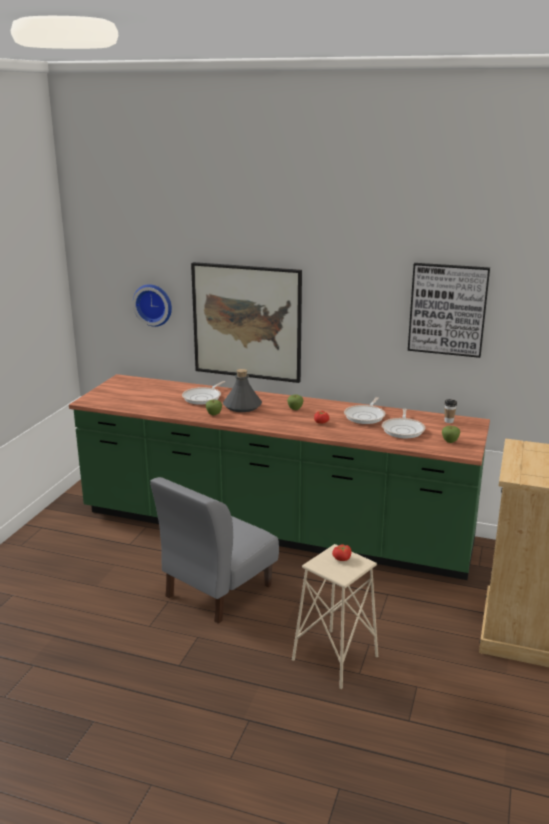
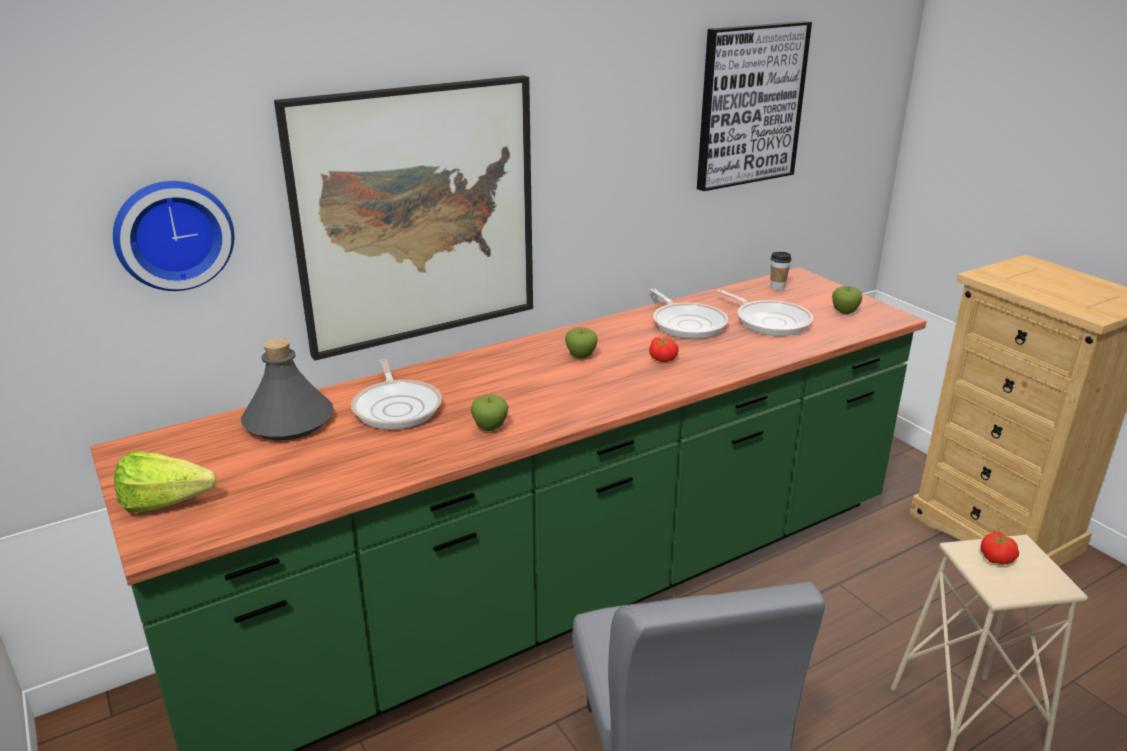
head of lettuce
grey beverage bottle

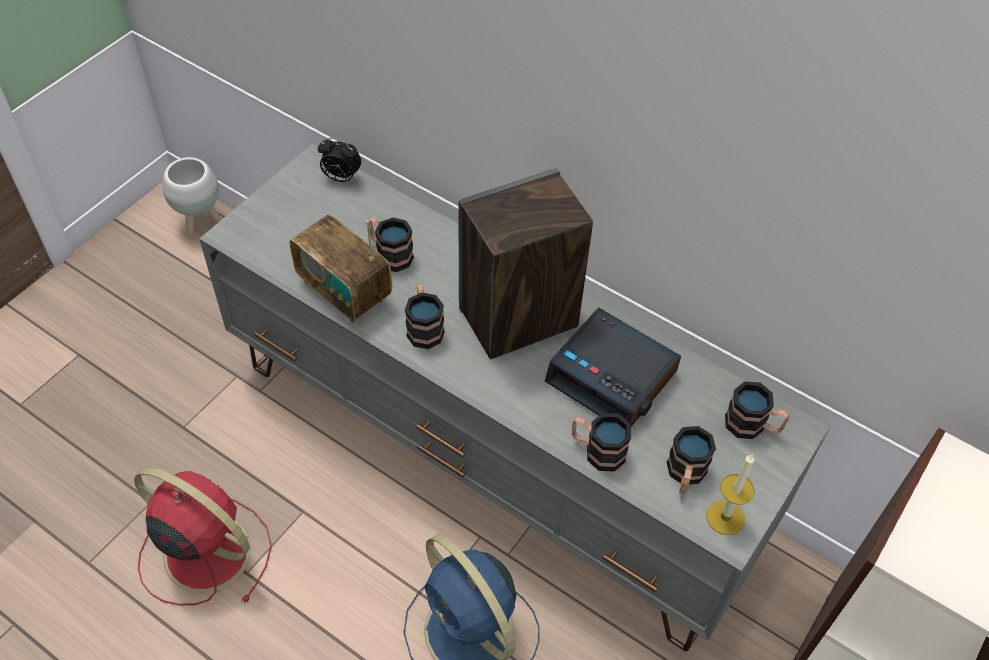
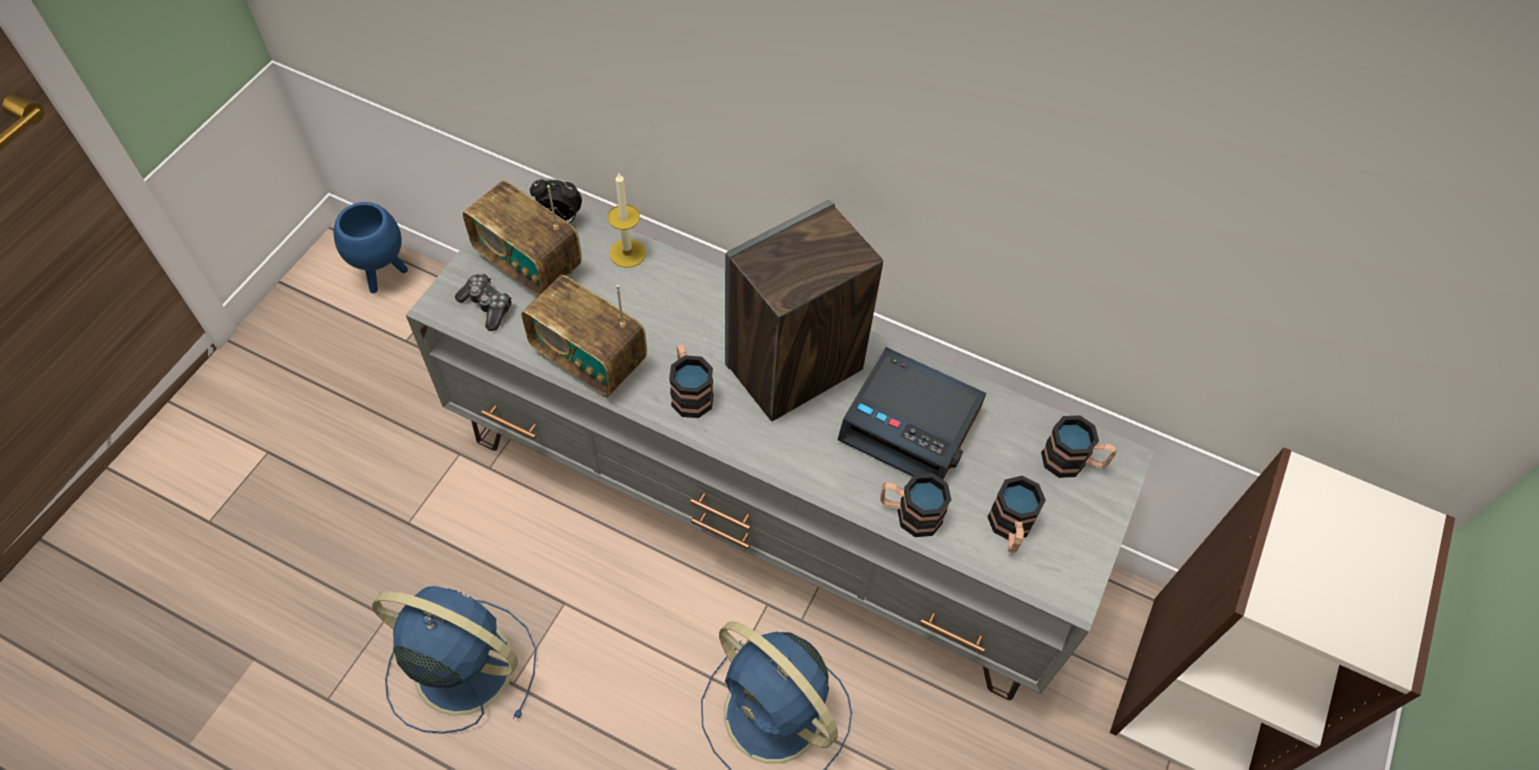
mug (no. 1 from left in the first image)
gamepad
radio receiver (no. 1 from left)
candle
blue-coloured fan (no. 1 from left)
blue-coloured flower pot

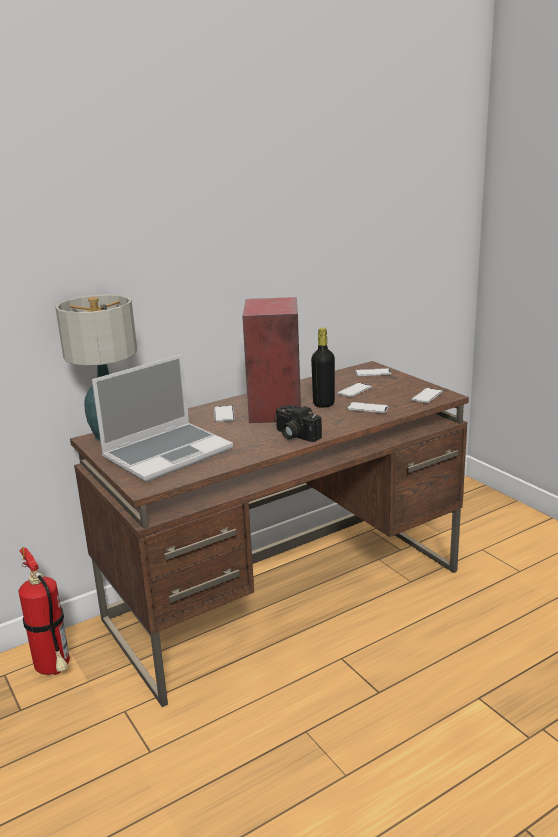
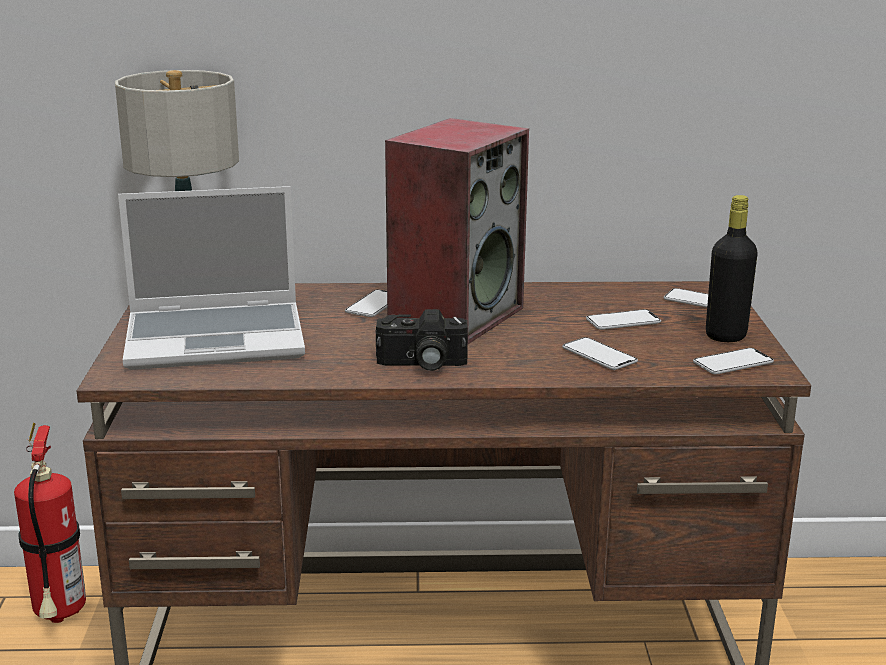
blackish beverage bottle
photo camera

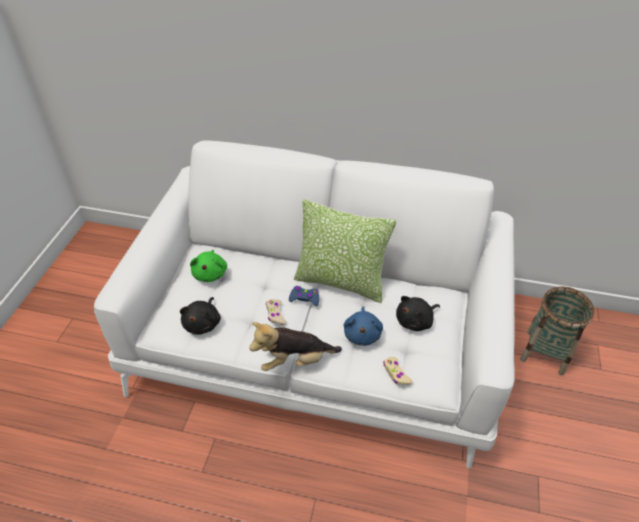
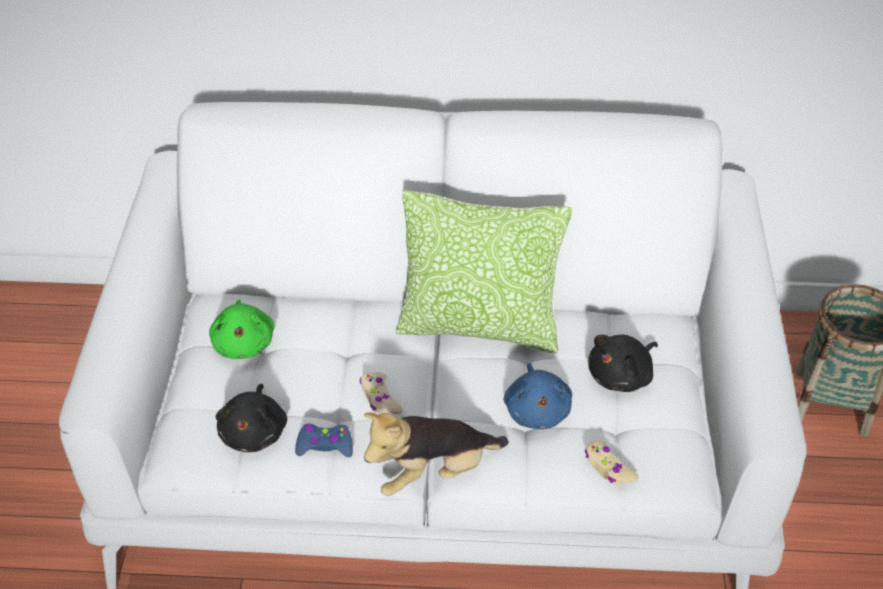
blue-coloured gamepad

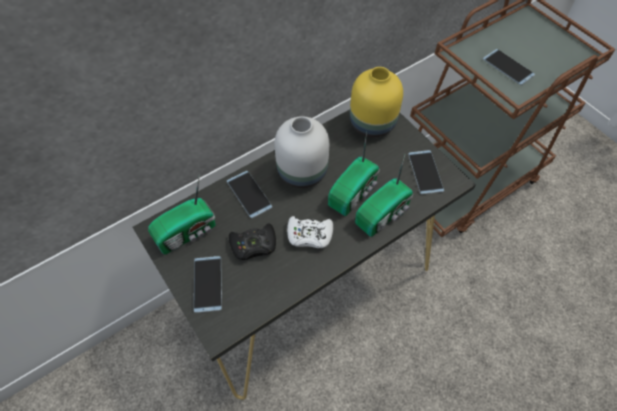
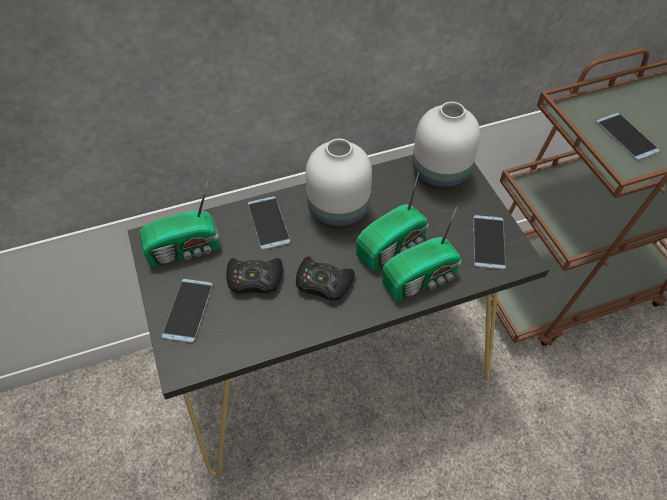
blackish gamepad (no. 2 from left)
white-coloured decorative vase (no. 2 from left)

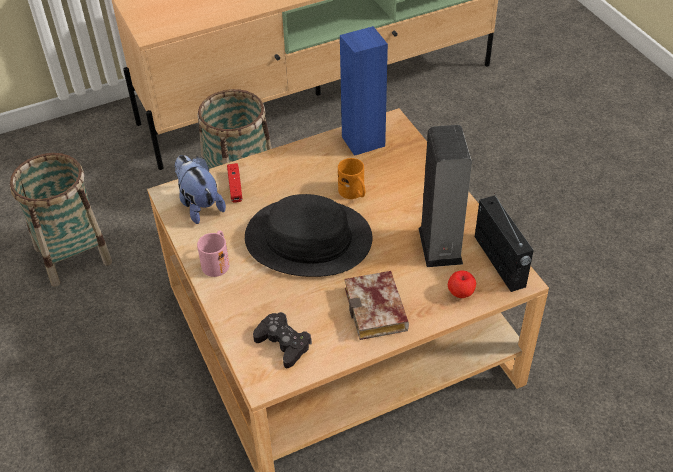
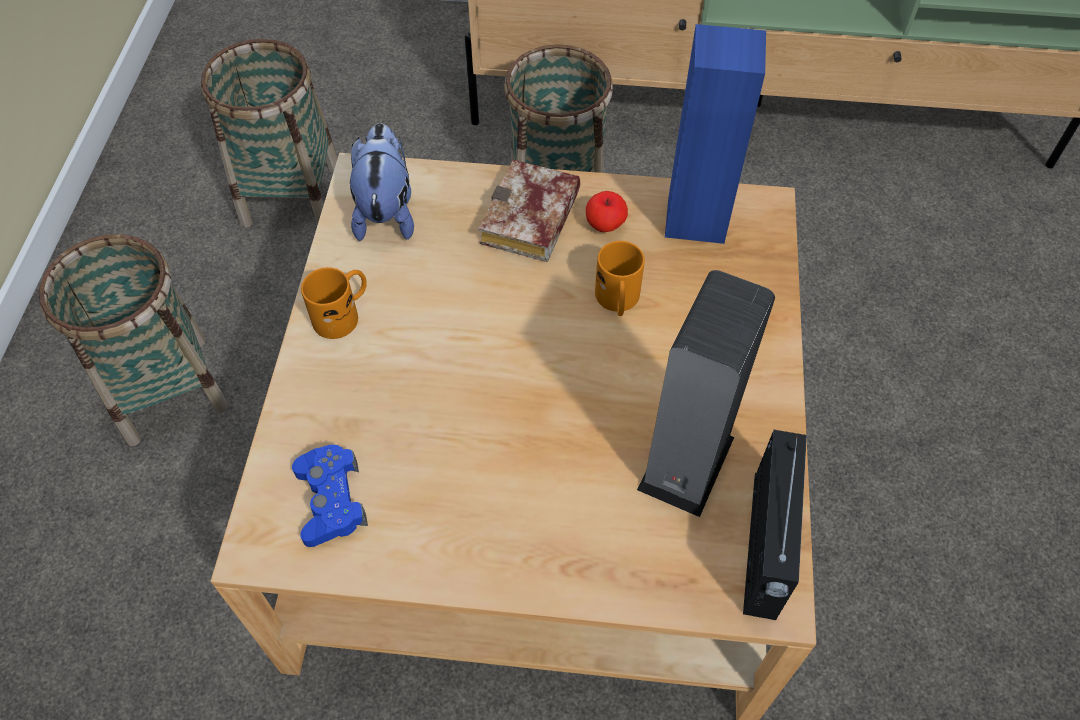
red gamepad
blackish hat
household basket (no. 1 from left)
volume
apple
orange mug (no. 1 from left)
blue-coloured gamepad

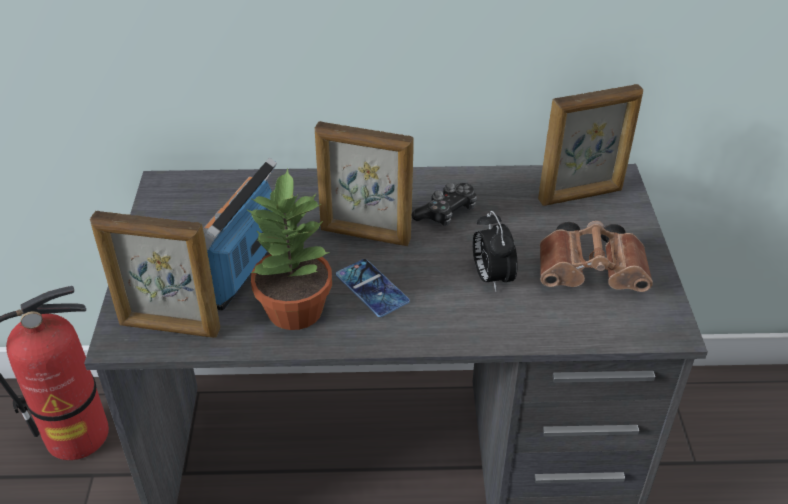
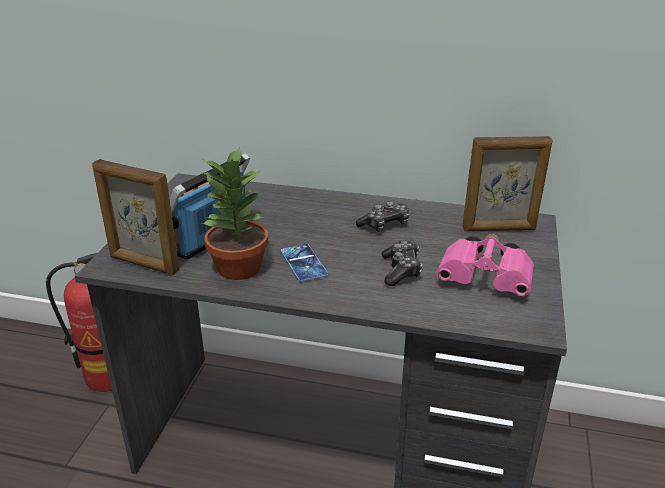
photo frame (no. 2 from left in the first image)
gamepad (no. 2 from left)
pinkish binoculars

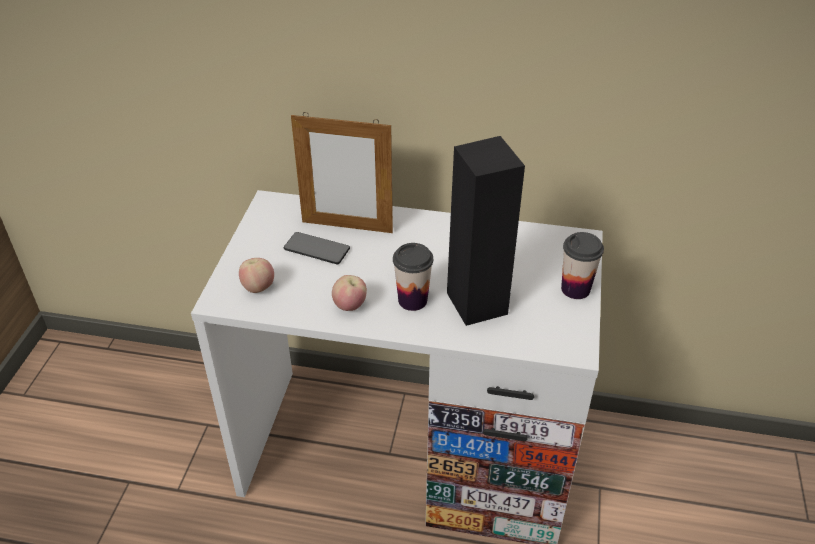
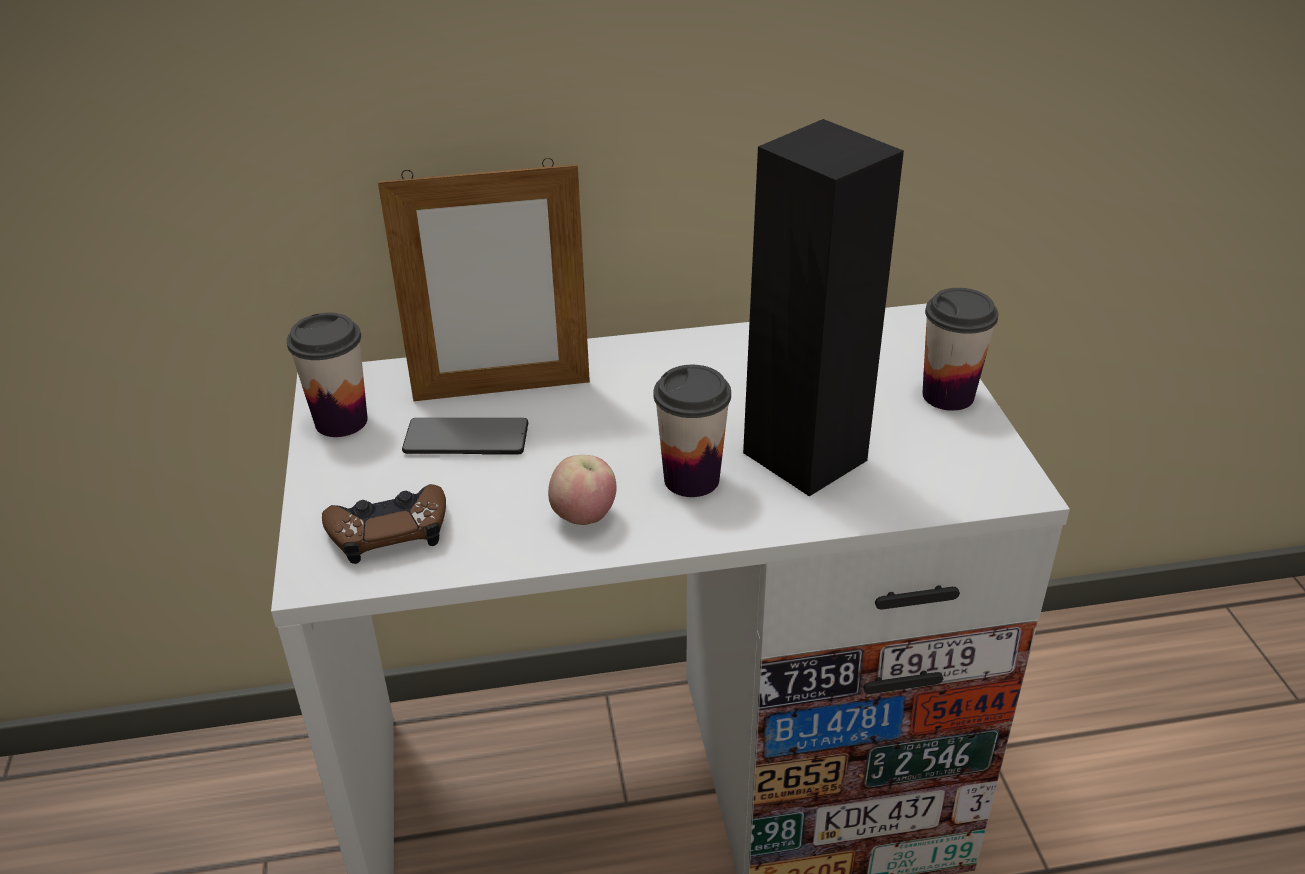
small cup (no. 1 from left)
brown-coloured gamepad

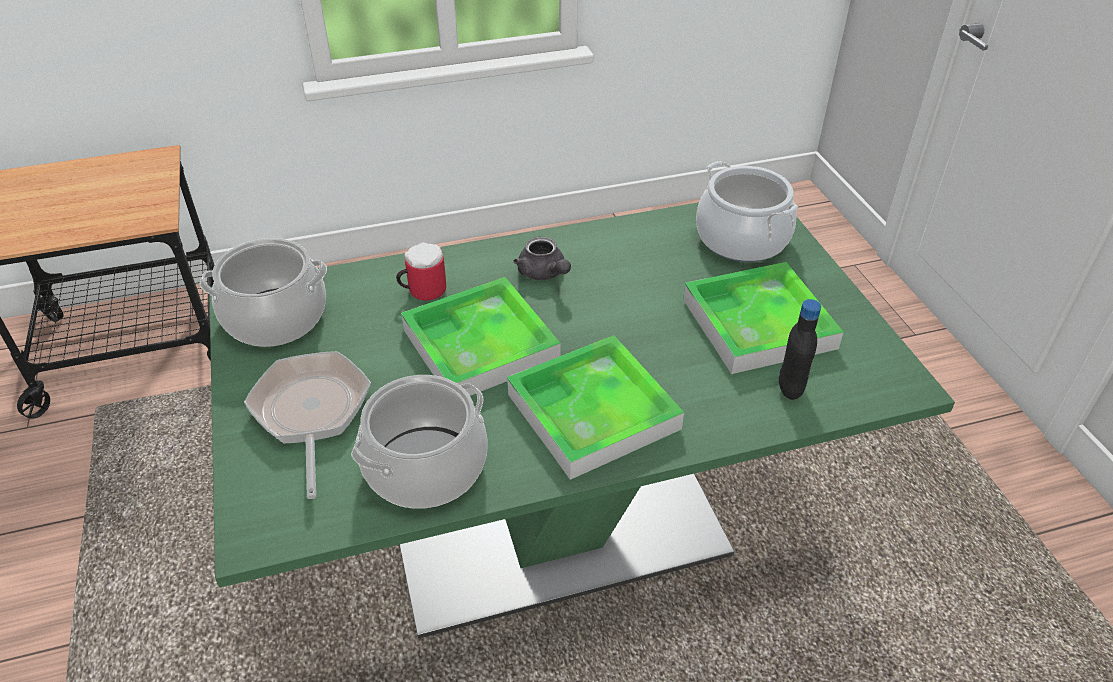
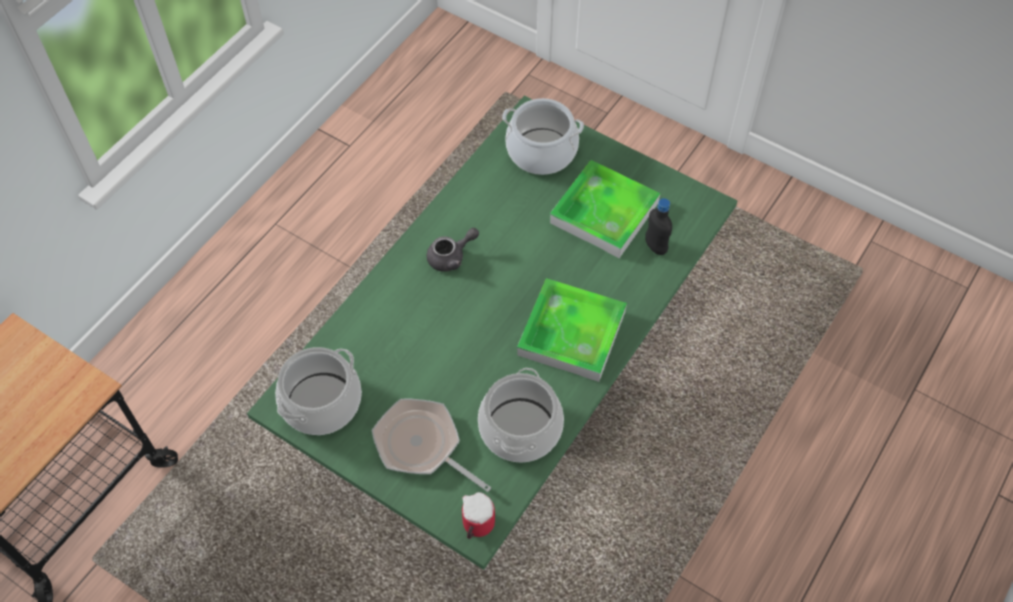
carrying tray (no. 1 from left in the first image)
mug
grey tea pot

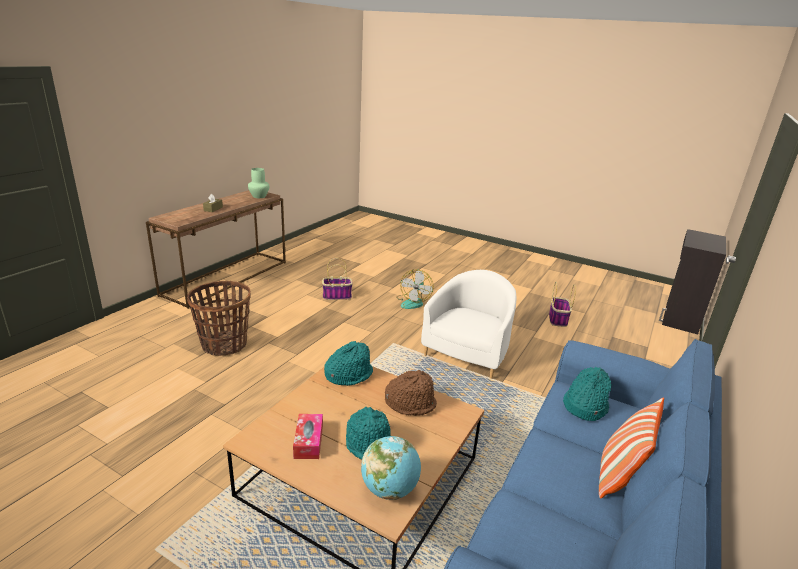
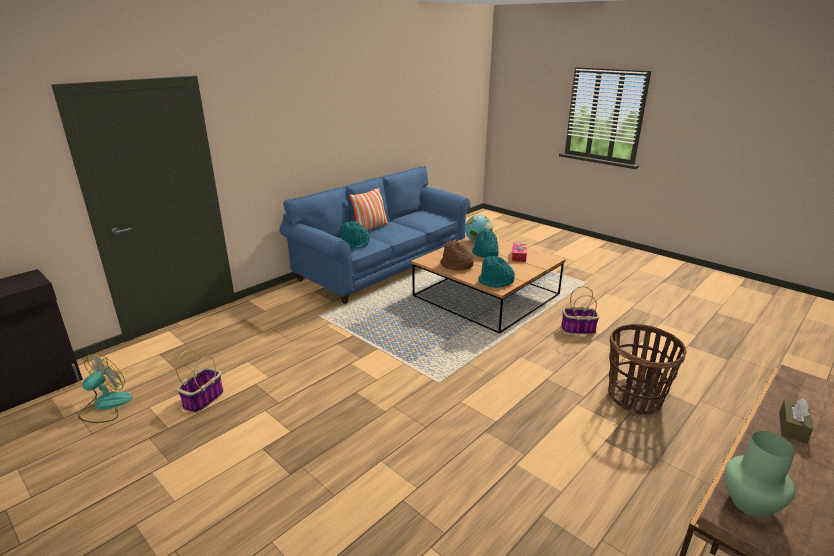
white-coloured armchair
household basket (no. 2 from left)
fan

